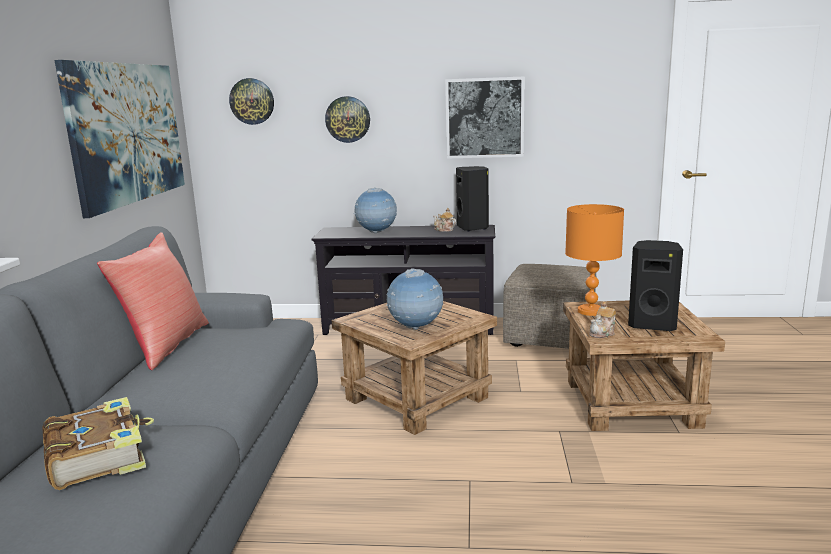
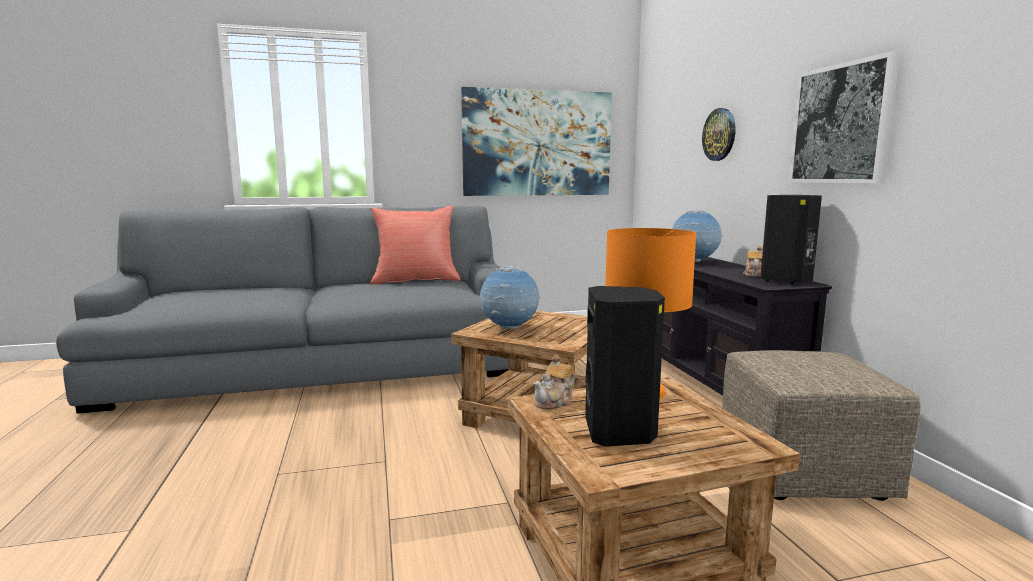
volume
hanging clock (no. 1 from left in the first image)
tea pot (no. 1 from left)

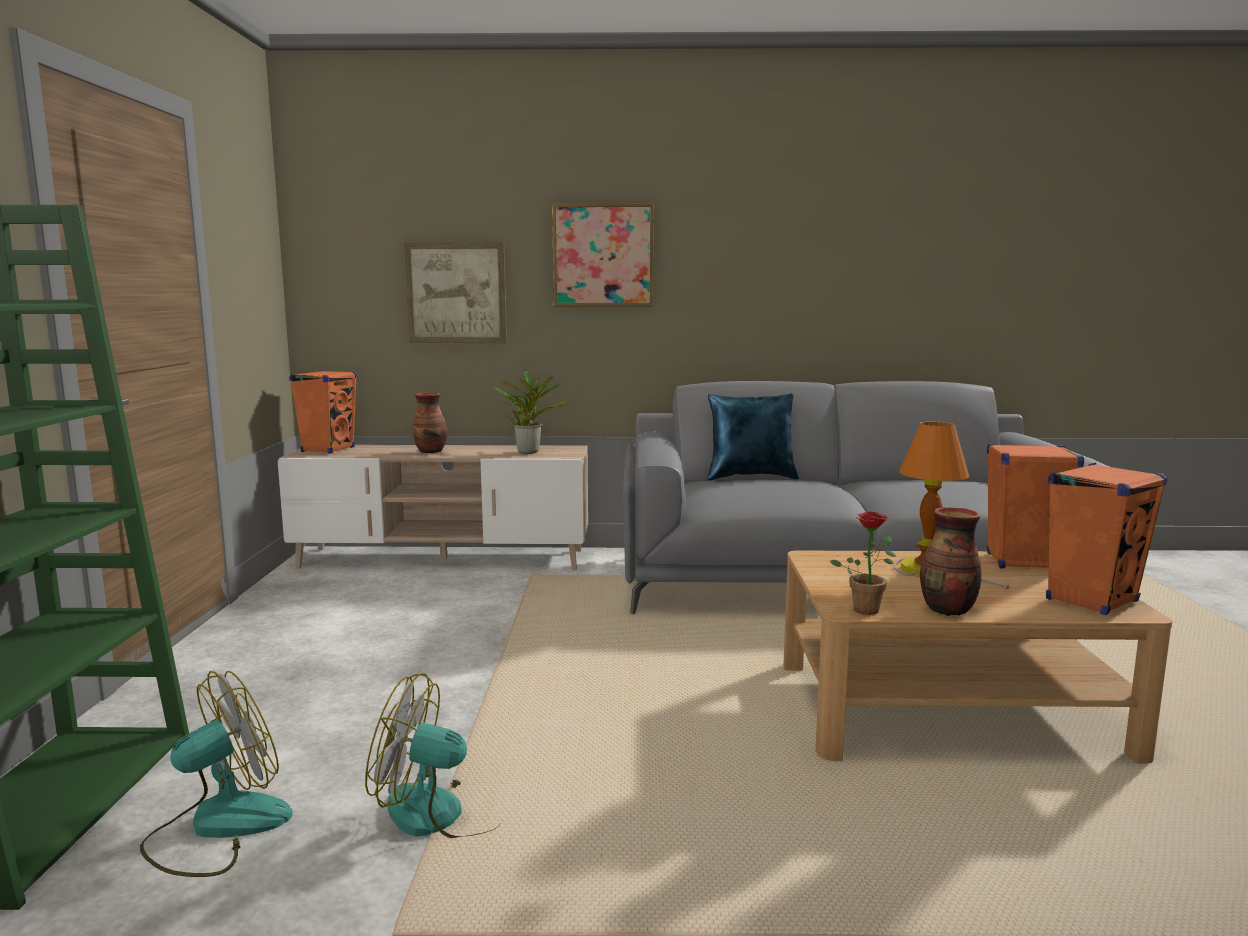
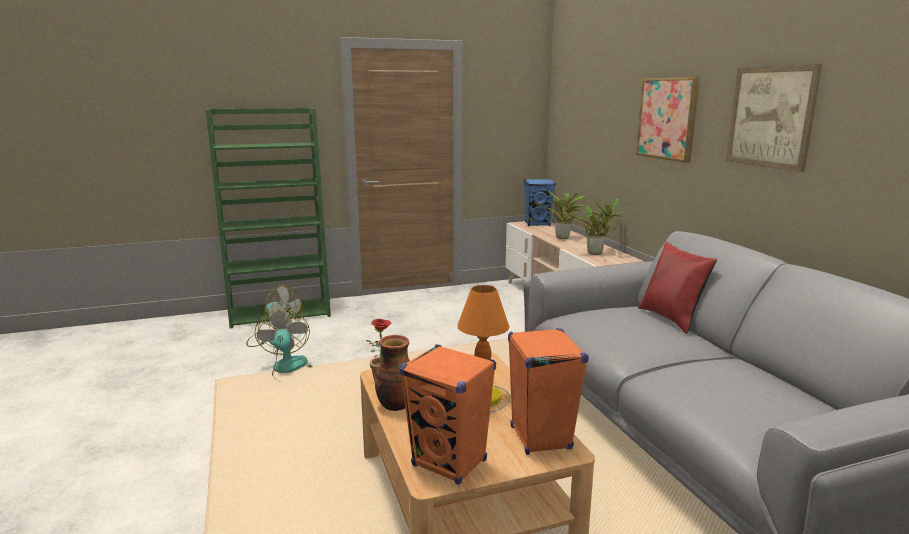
picture (no. 2 from left)
houseplant (no. 2 from left)
blue-coloured loudspeaker
red pillow

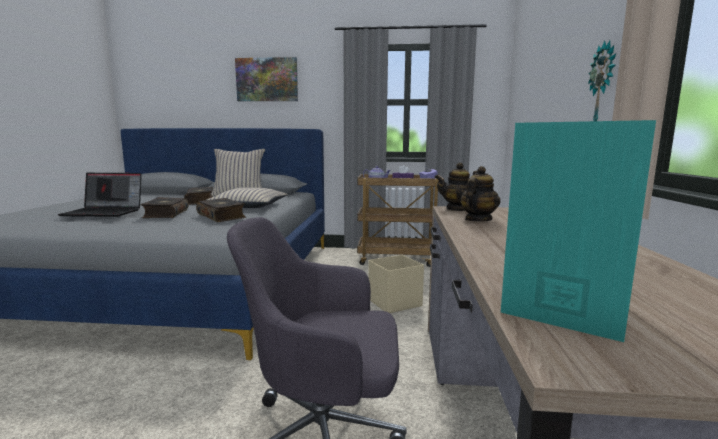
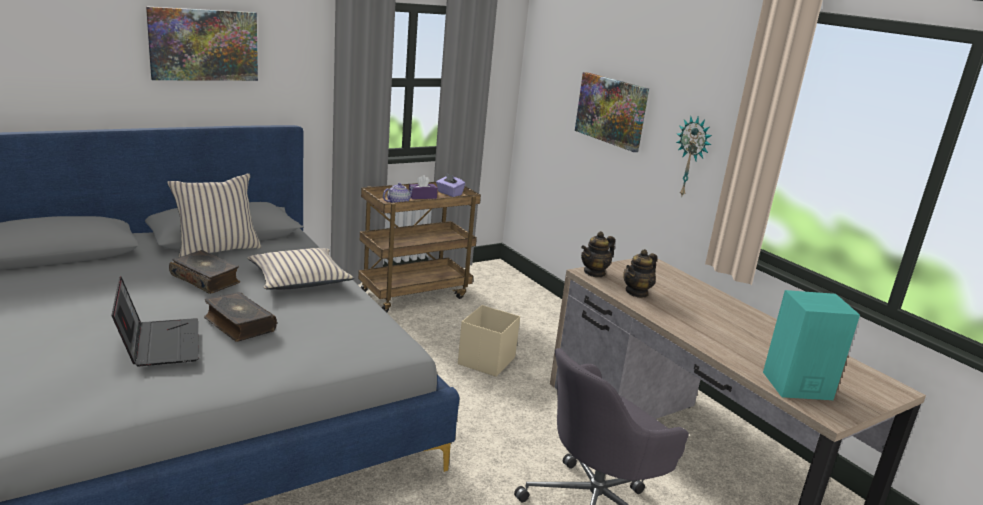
volume (no. 3 from left in the first image)
picture (no. 2 from left)
portable computer
tea pot (no. 3 from left)

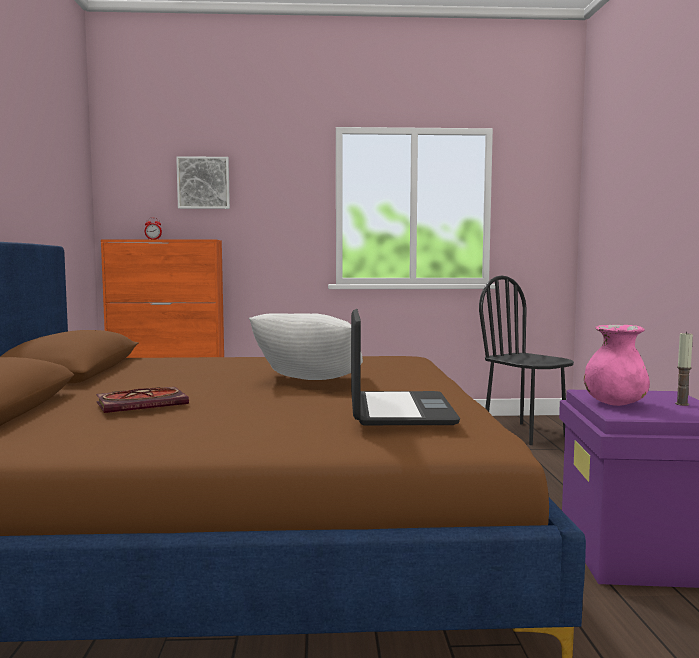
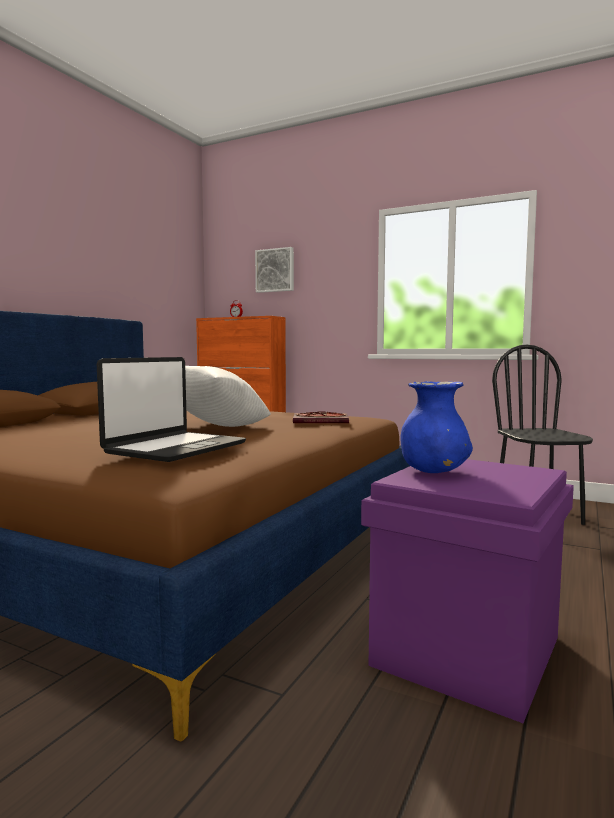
candle
volume
blue-coloured decorative vase

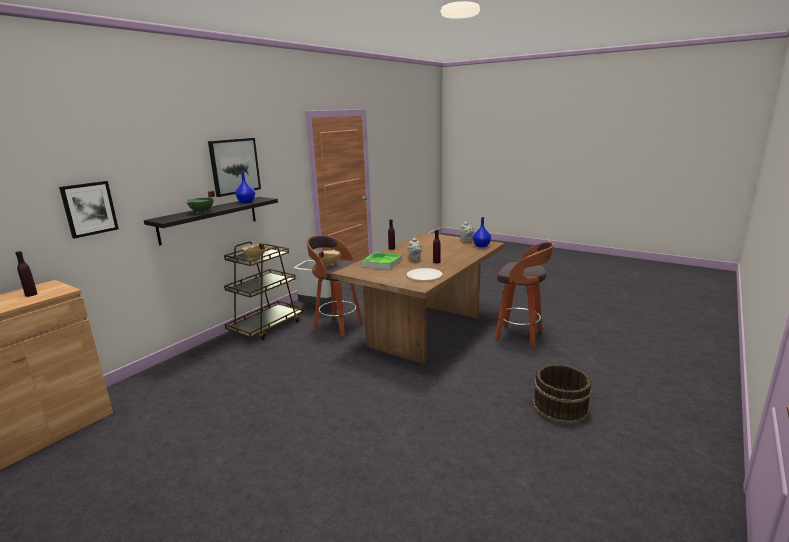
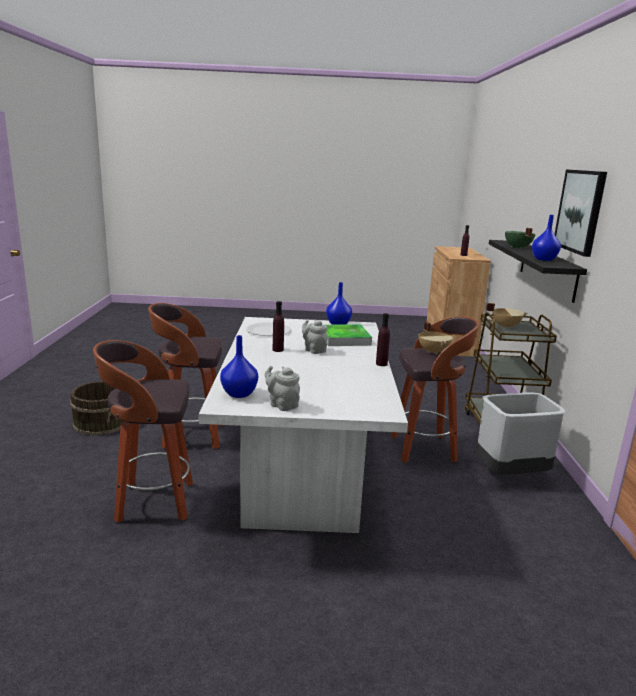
picture (no. 1 from left in the first image)
stool seat (no. 2 from left)
blue-coloured decorative vase (no. 2 from left)
white-coloured dinner table

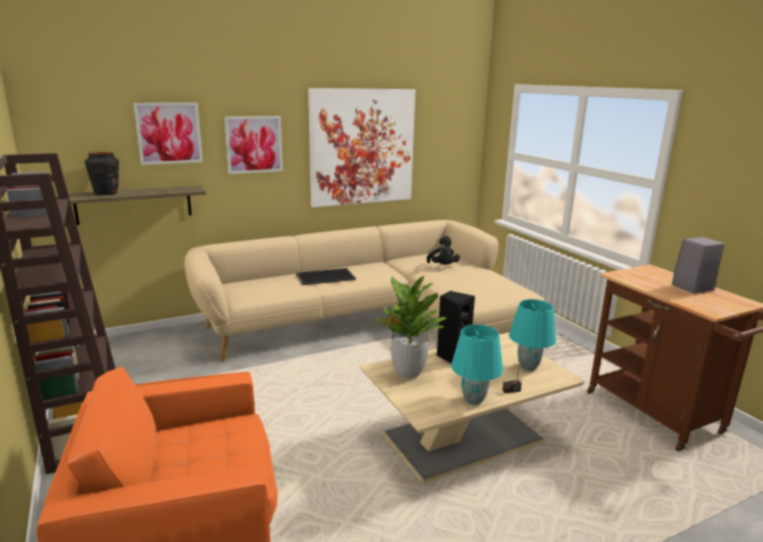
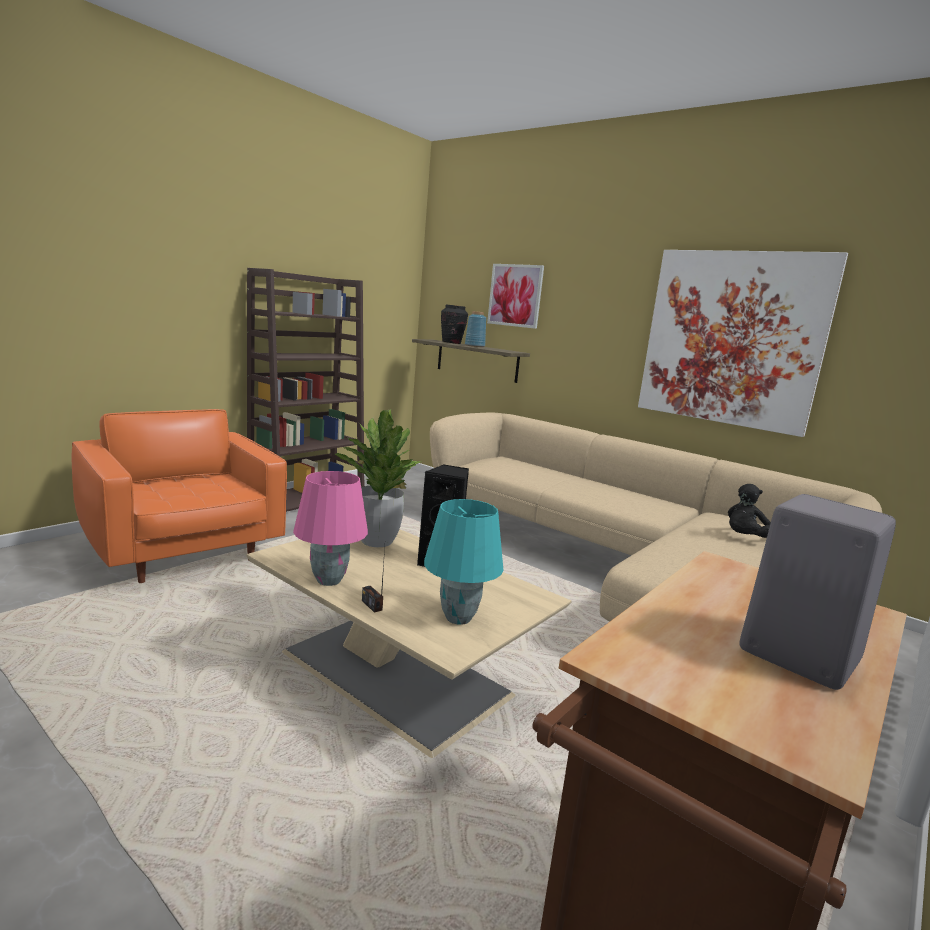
picture (no. 2 from left in the first image)
carrying tray
blue-coloured decorative vase
pinkish table lamp

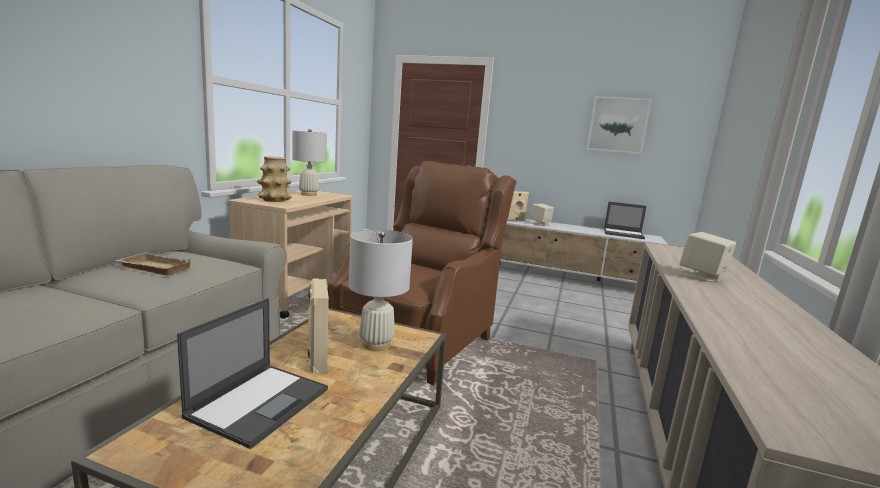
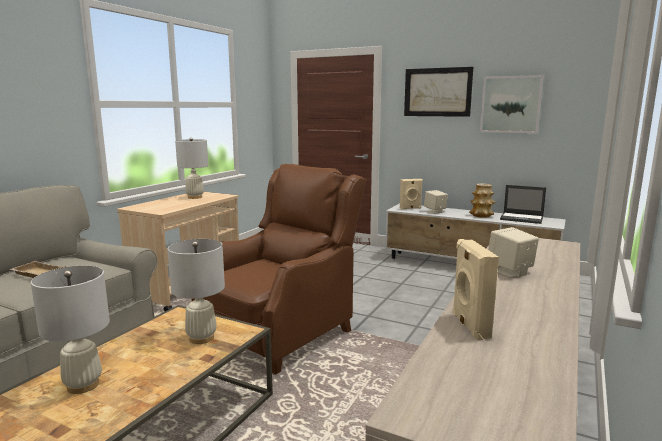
picture (no. 1 from left)
decorative vase
beige-coloured loudspeaker (no. 3 from left)
white-coloured table lamp (no. 1 from left)

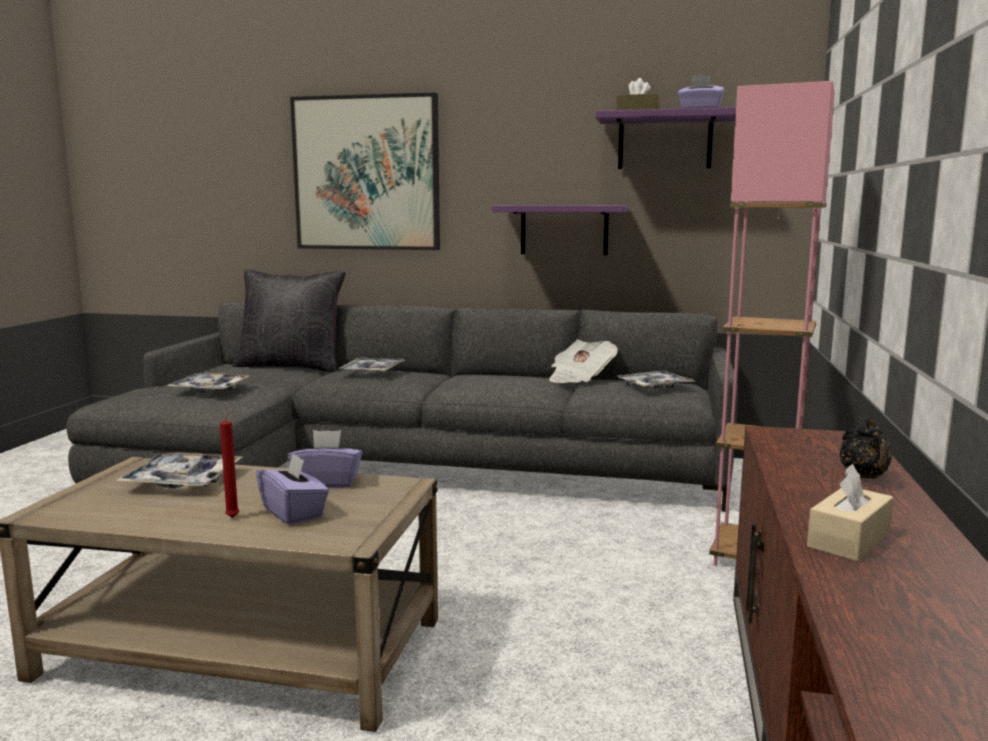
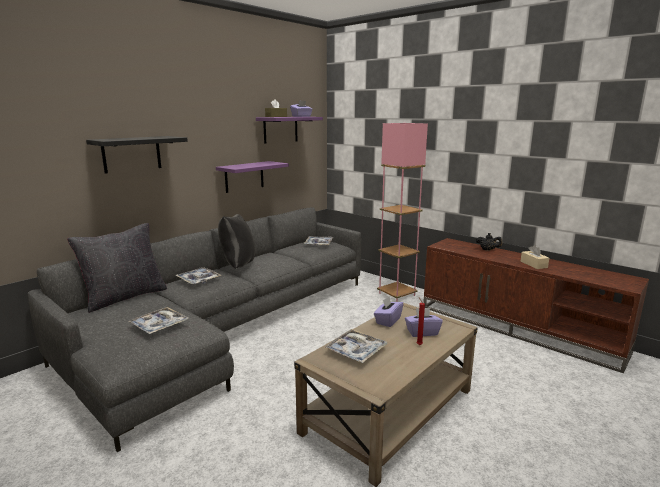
daily paper
blackish pillow (no. 2 from left)
blackish wall shelf

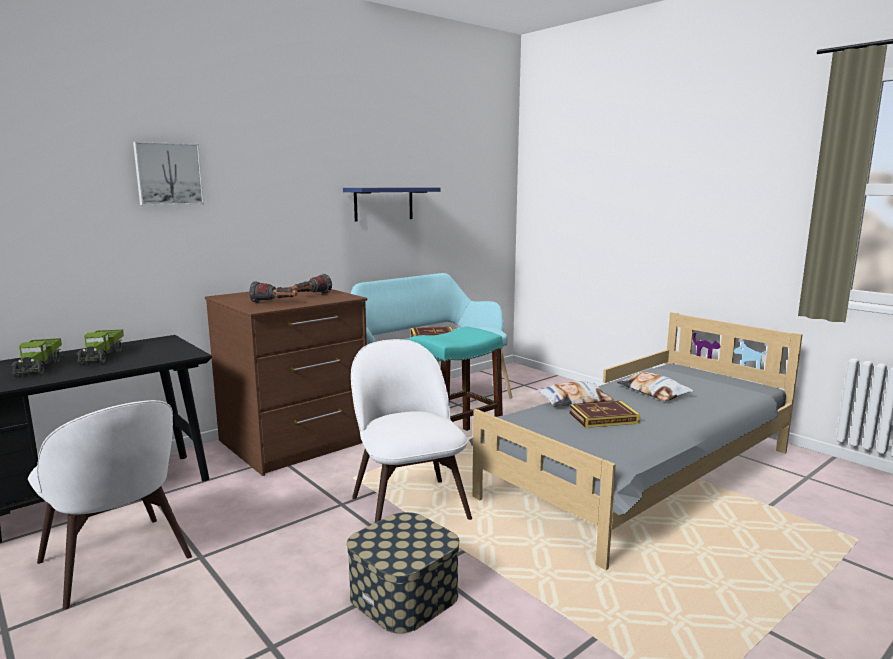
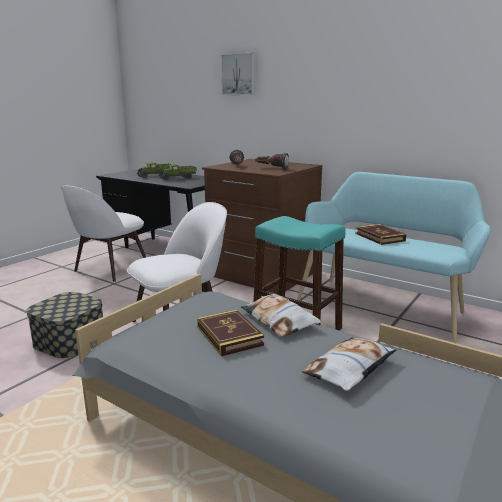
blue-coloured wall shelf

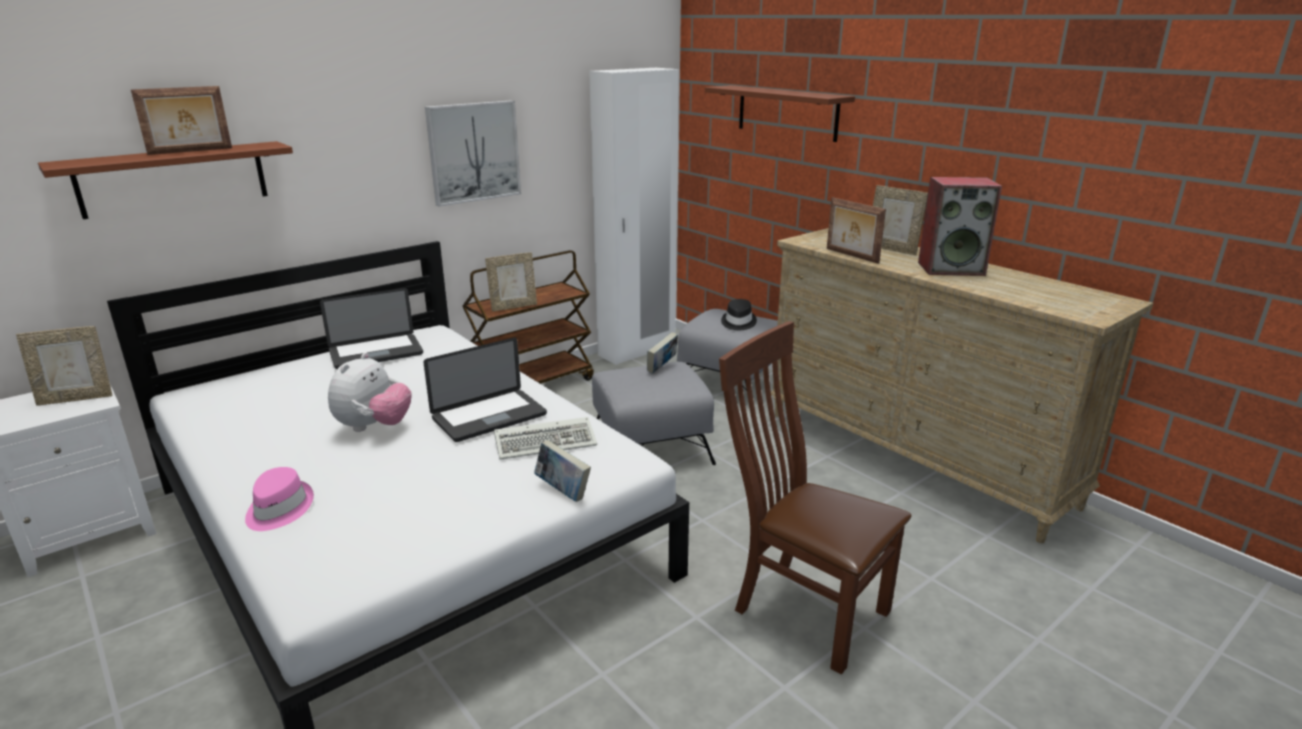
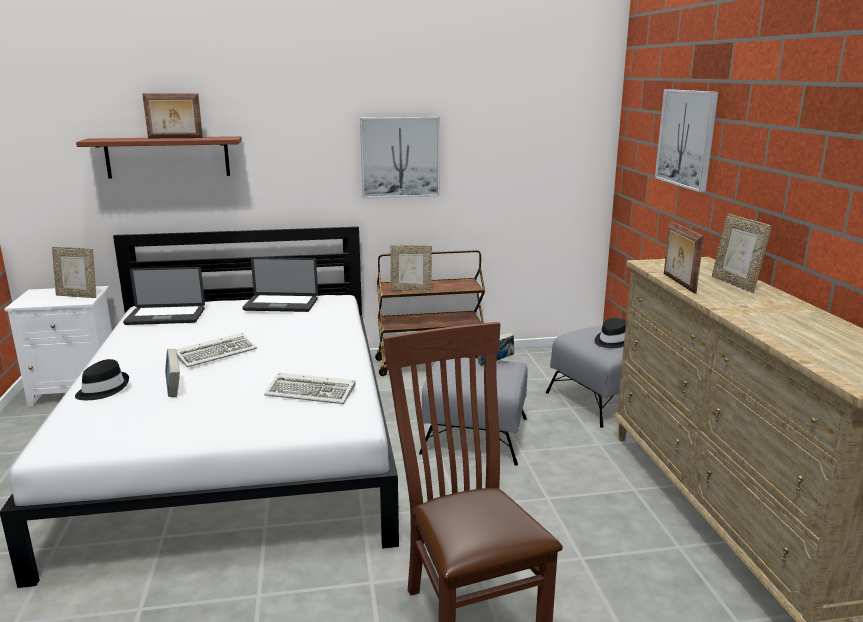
white-coloured wardrobe
loudspeaker
portable computer (no. 1 from left)
volume (no. 1 from left)
PC keyboard (no. 1 from left)
picture (no. 2 from left)
blackish hat (no. 1 from left)

